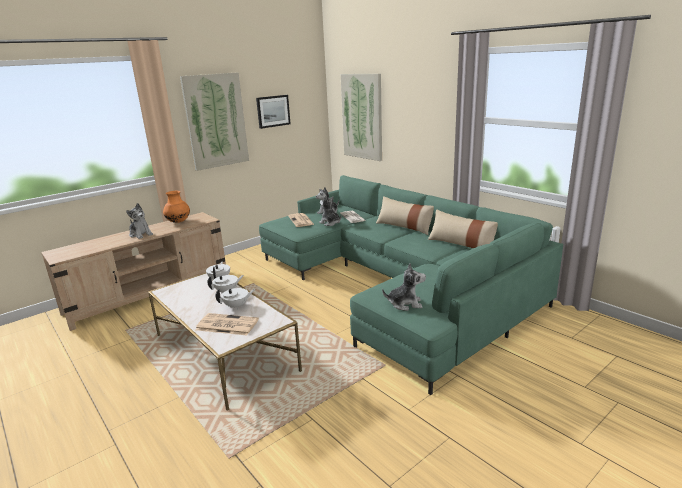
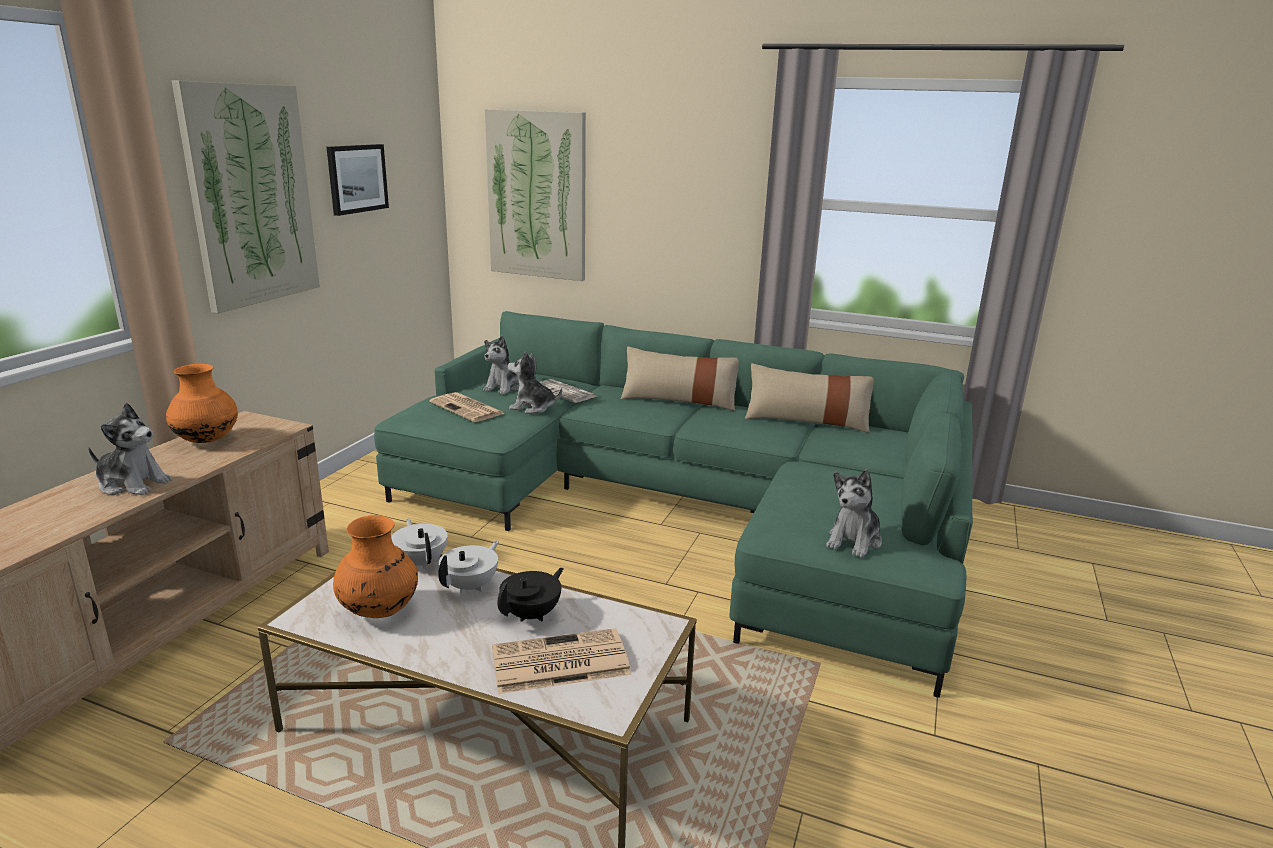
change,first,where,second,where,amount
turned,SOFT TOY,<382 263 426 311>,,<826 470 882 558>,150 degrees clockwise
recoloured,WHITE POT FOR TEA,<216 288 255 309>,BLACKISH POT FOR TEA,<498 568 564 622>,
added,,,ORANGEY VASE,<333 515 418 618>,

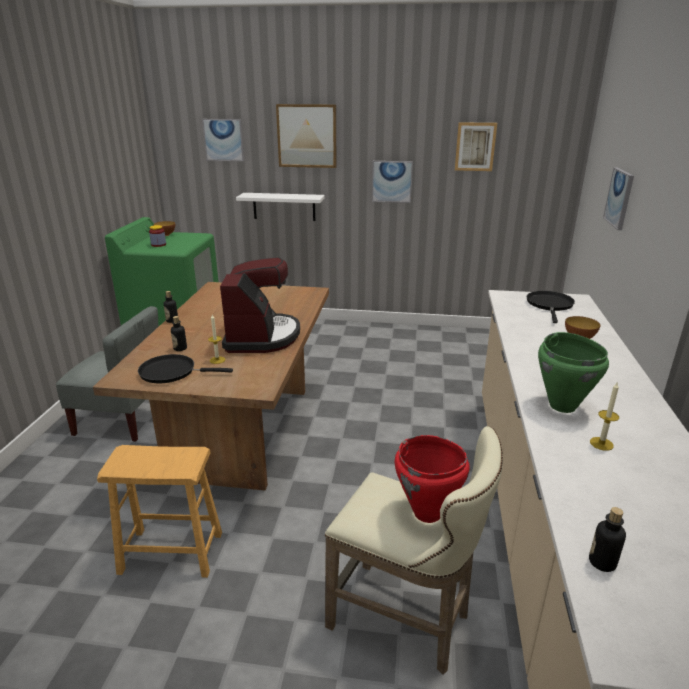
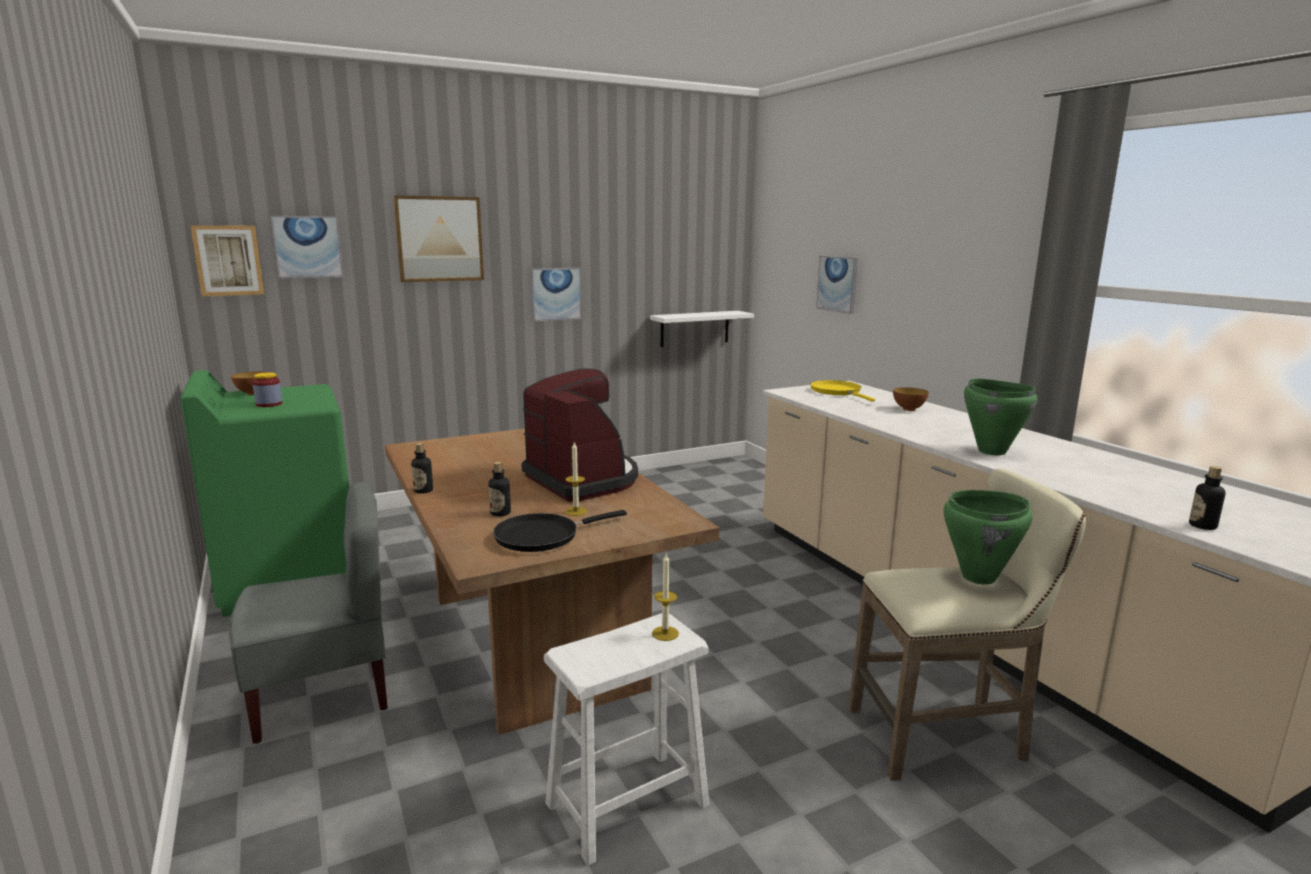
change,first,where,second,where,amount
moved,WALL PICTURE,<455 122 497 171>,,<190 225 264 296>,
moved,WHITE WALL SHELF,<236 193 325 221>,,<650 311 754 347>,
recoloured,BLACKISH SKILLET,<527 291 575 323>,YELLOWISH SKILLET,<810 380 875 402>,
moved,WAX CANDLE,<590 383 619 451>,,<652 554 679 641>,
recoloured,REDDISH STOCKPOT,<395 435 470 523>,GREEN STOCKPOT,<944 490 1033 585>,
recoloured,BROWN STOOL,<97 445 222 578>,WHITE STOOL,<544 613 709 865>,

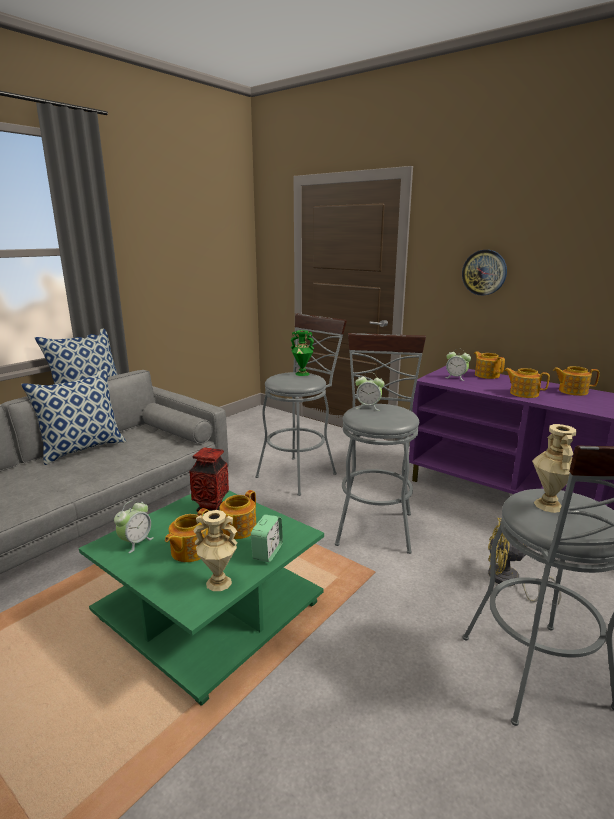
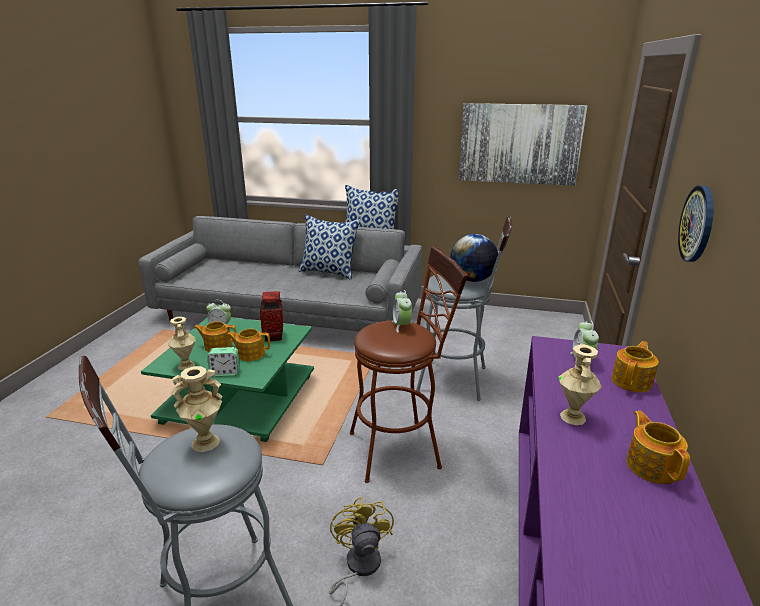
change,first,where,second,where,amount
replaced,GREEN VASE,<291 330 314 376>,WORLD GLOBE,<450 234 498 282>,
recoloured,GRAY STOOL,<335 333 426 554>,BROWN STOOL,<350 246 468 483>,
replaced,POT FOR TEA,<504 368 550 398>,BEIGE-COLOURED VASE,<559 344 602 425>,
added,,,WALL PICTURE,<459 103 587 186>,

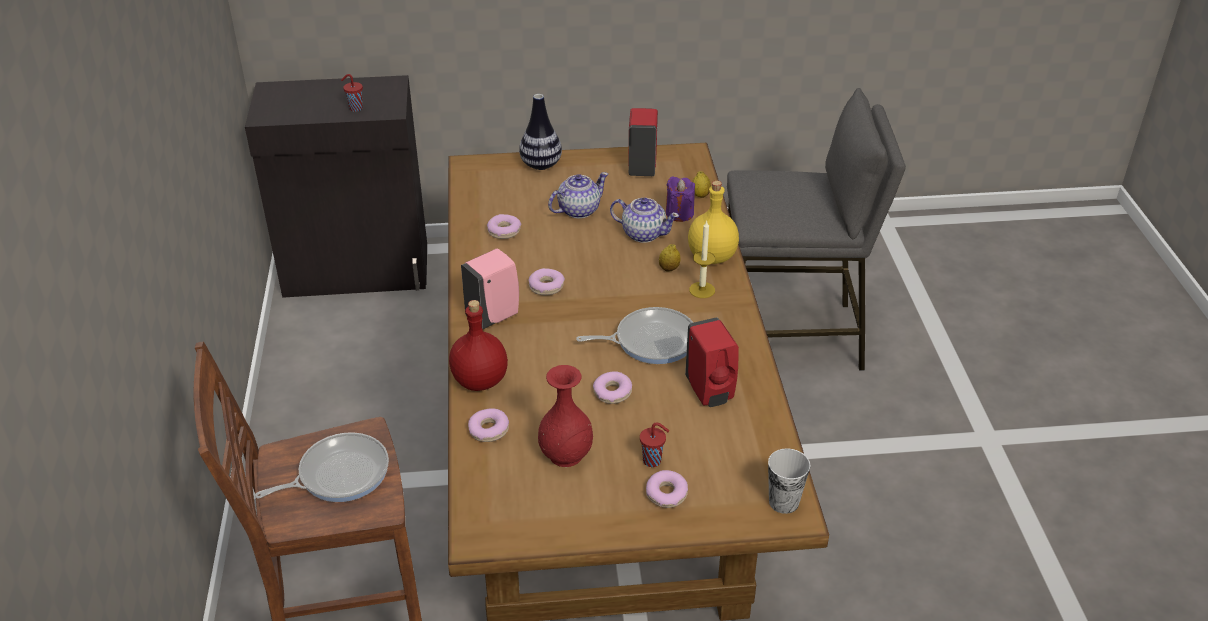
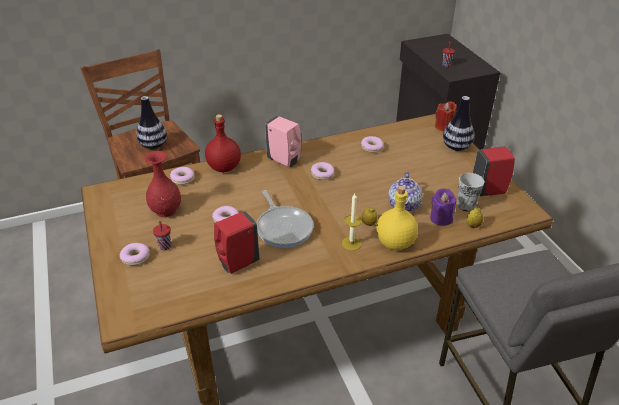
change,first,where,second,where,amount
removed,POT FOR TEA,<548 172 608 218>,,,
replaced,SKILLET,<255 432 389 502>,VASE,<136 96 167 149>,
moved,DRINKING CUP,<768 449 810 514>,,<457 173 484 212>,
added,,,REDDISH WAX CANDLE,<435 101 457 131>,

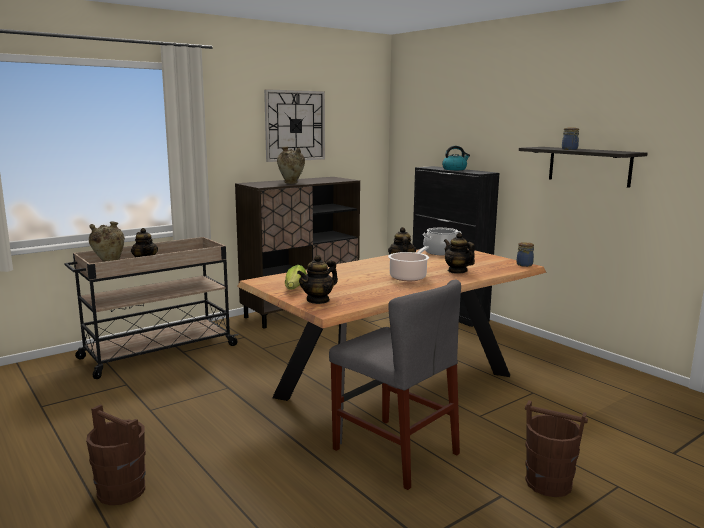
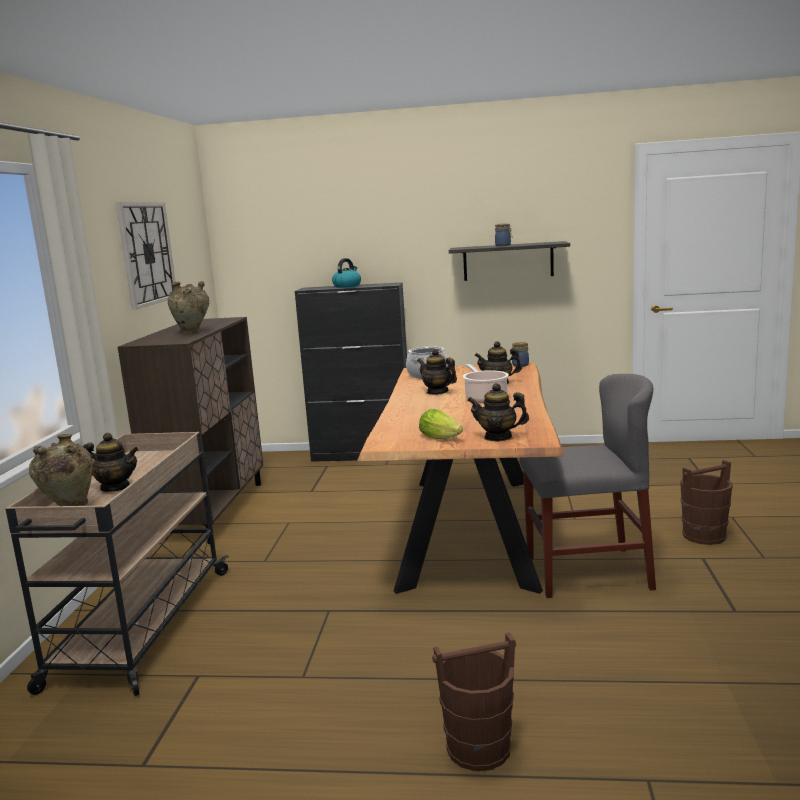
change,first,where,second,where,amount
turned,POT FOR TEA,<297 255 338 304>,,<467 383 529 441>,105 degrees clockwise

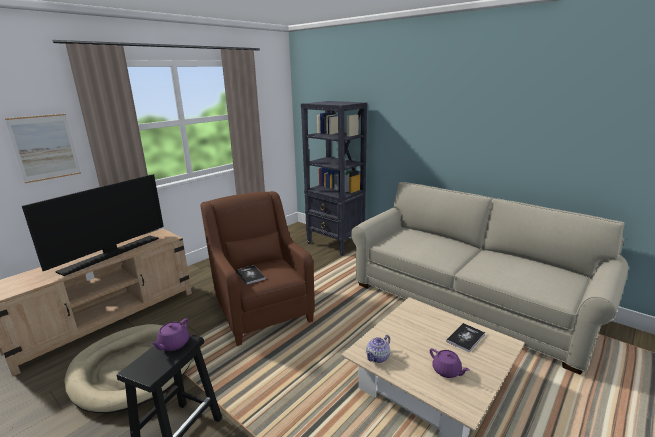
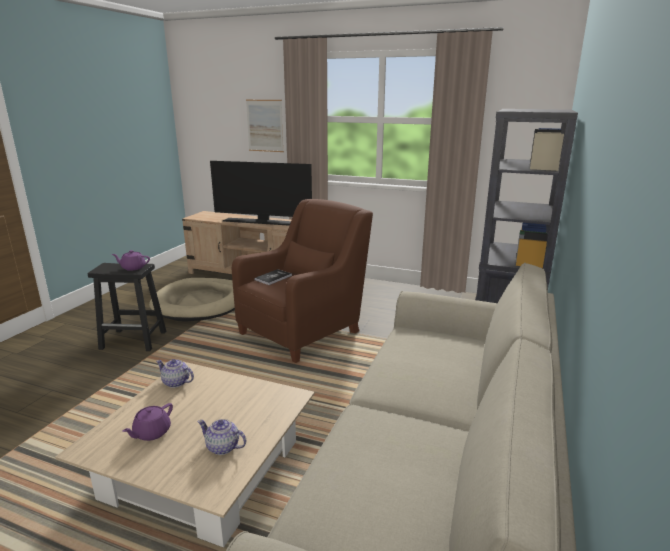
change,first,where,second,where,amount
replaced,BOUND BOOK,<446 323 485 352>,POT FOR TEA,<197 419 246 455>,

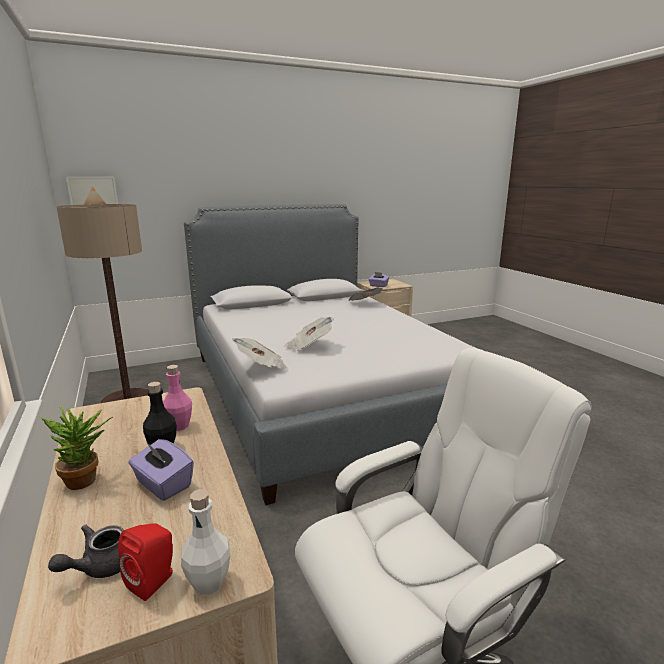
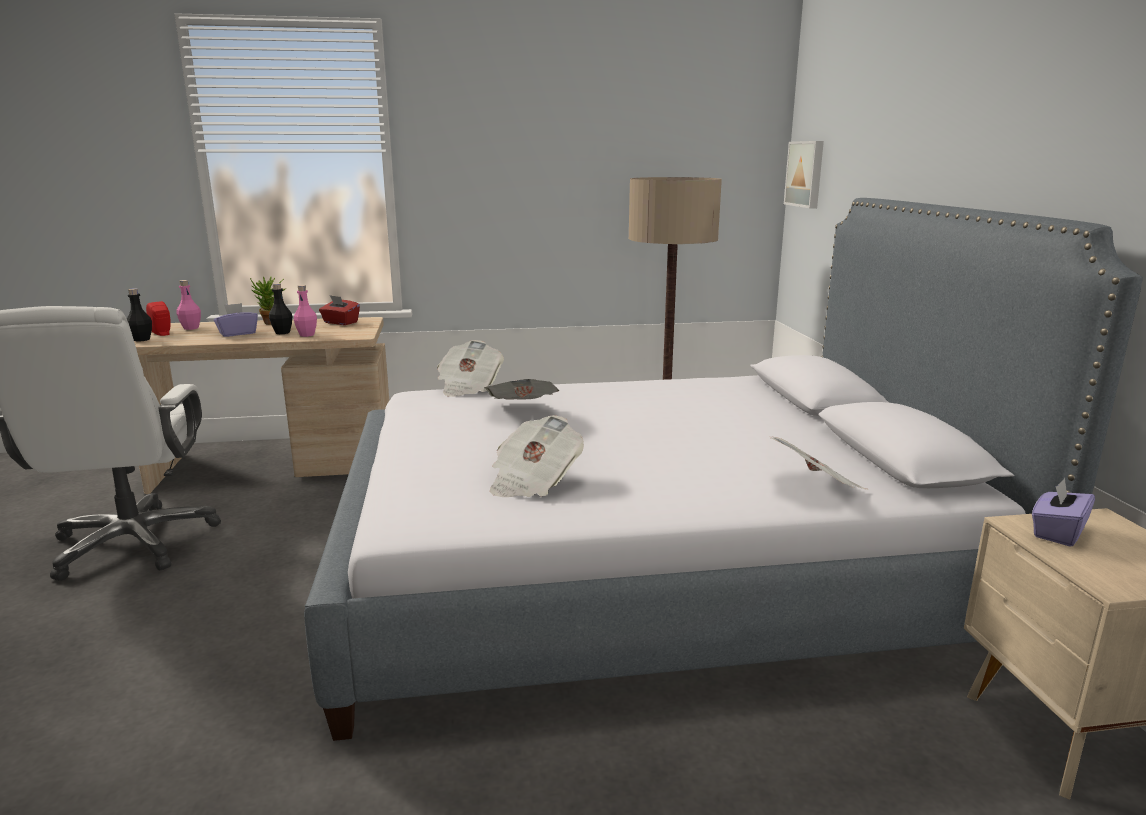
change,first,where,second,where,amount
recoloured,WHITE DRINK BOTTLE,<181 489 230 595>,BLACKISH DRINK BOTTLE,<127 288 152 341>,
replaced,GRAY POT FOR TEA,<48 524 124 578>,PINKISH DRINK BOTTLE,<176 280 201 330>,
added,,,REDDISH TISSUE HOLDER,<319 295 360 325>,
added,,,PRINTED PAPER,<490 415 584 497>,

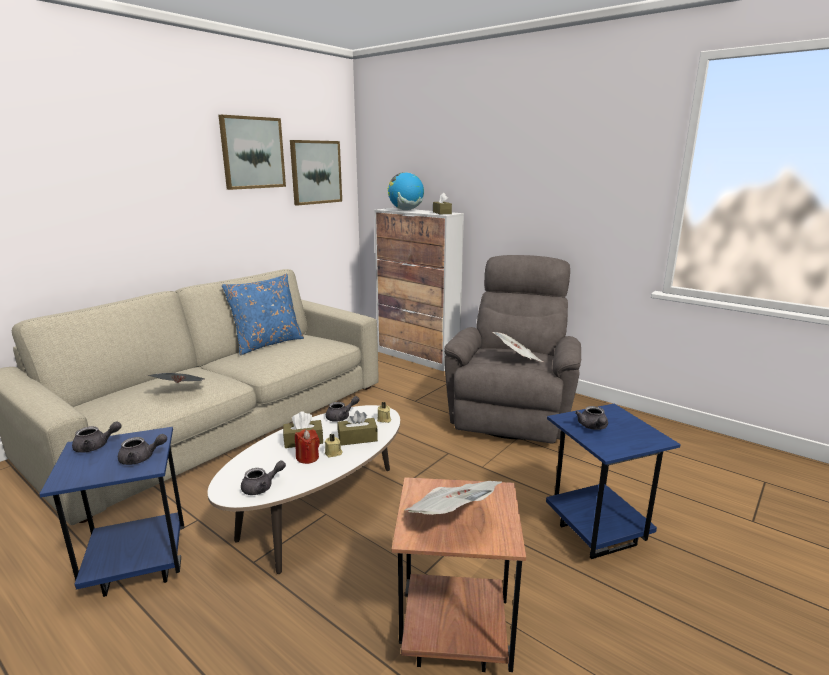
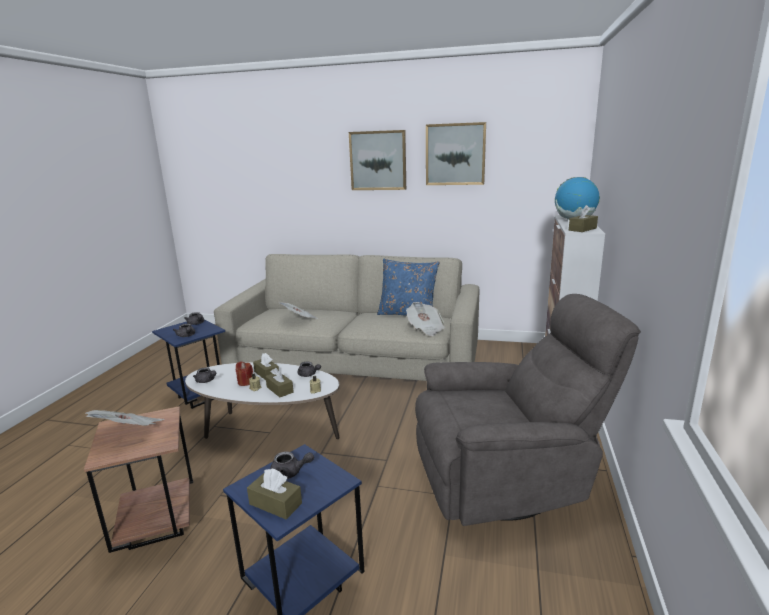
change,first,where,second,where,amount
moved,WALL PICTURE,<290 140 342 206>,,<349 130 406 190>,
moved,PRINTED PAPER,<493 332 543 362>,,<406 302 445 336>,
turned,GRAY POT FOR TEA,<575 406 608 430>,,<270 451 314 479>,150 degrees counterclockwise
added,,,BROWN TISSUE HOLDER,<247 468 302 519>,

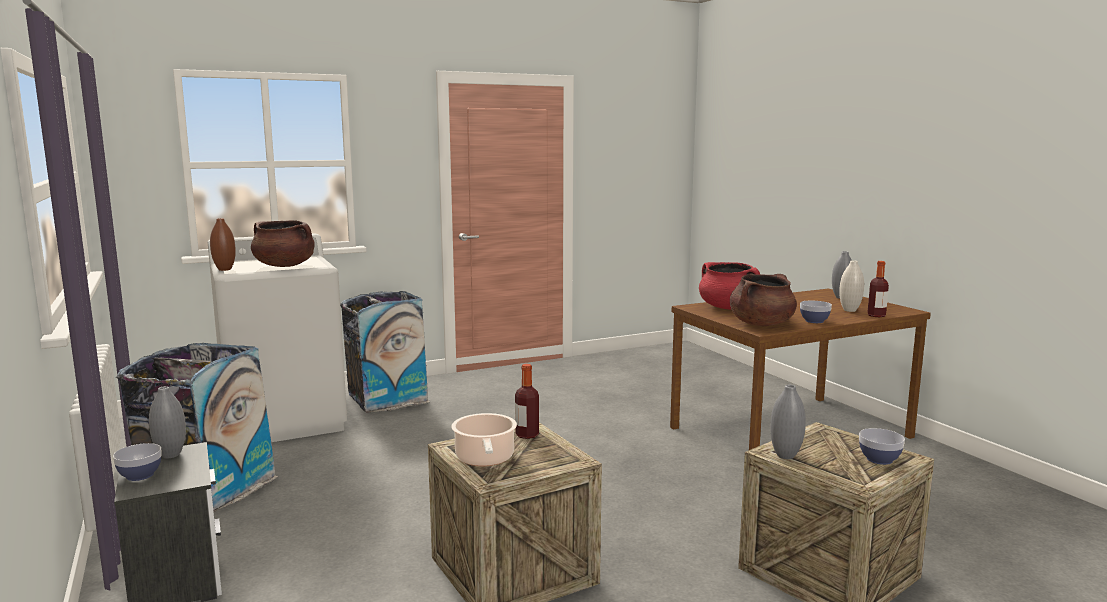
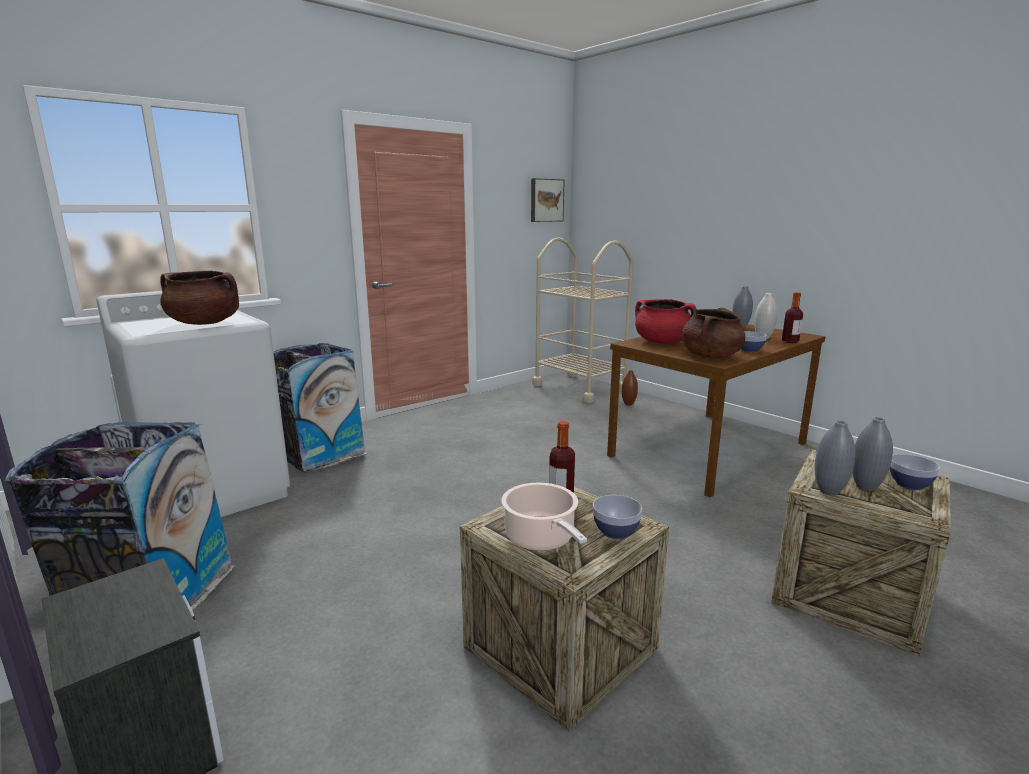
change,first,where,second,where,amount
moved,BROWN VASE,<210 218 236 271>,,<622 370 638 406>,
moved,GRAY VASE,<149 386 186 458>,,<852 417 893 491>,
moved,BOWL,<113 443 162 481>,,<593 495 642 539>,
added,,,WALL PICTURE,<531 178 565 222>,
added,,,BEIGE-COLOURED CART,<532 237 633 403>,

